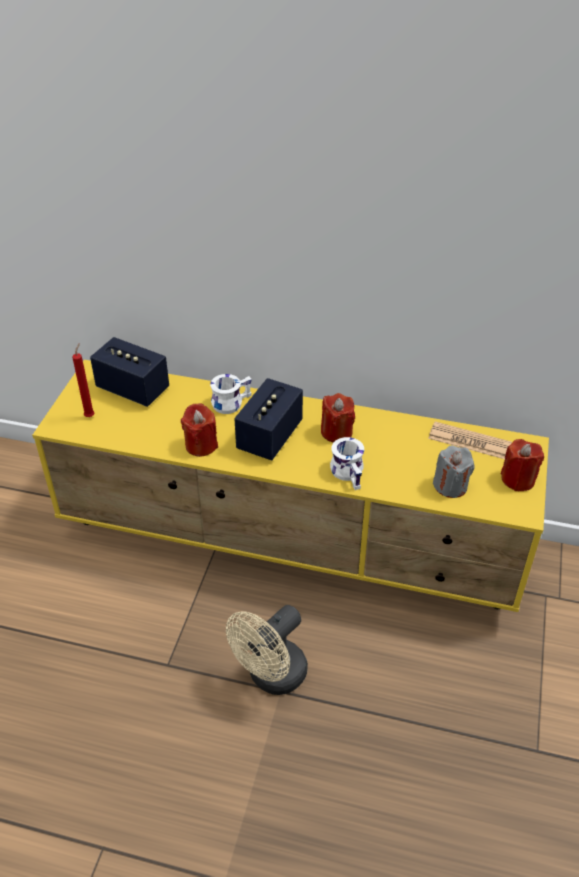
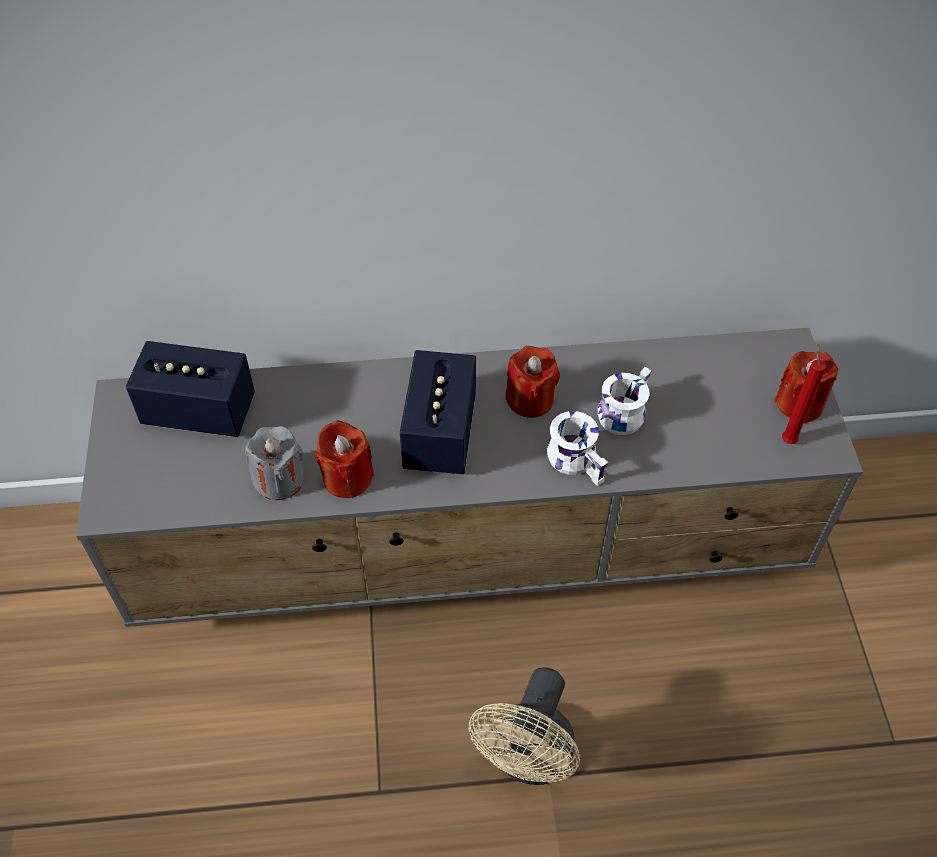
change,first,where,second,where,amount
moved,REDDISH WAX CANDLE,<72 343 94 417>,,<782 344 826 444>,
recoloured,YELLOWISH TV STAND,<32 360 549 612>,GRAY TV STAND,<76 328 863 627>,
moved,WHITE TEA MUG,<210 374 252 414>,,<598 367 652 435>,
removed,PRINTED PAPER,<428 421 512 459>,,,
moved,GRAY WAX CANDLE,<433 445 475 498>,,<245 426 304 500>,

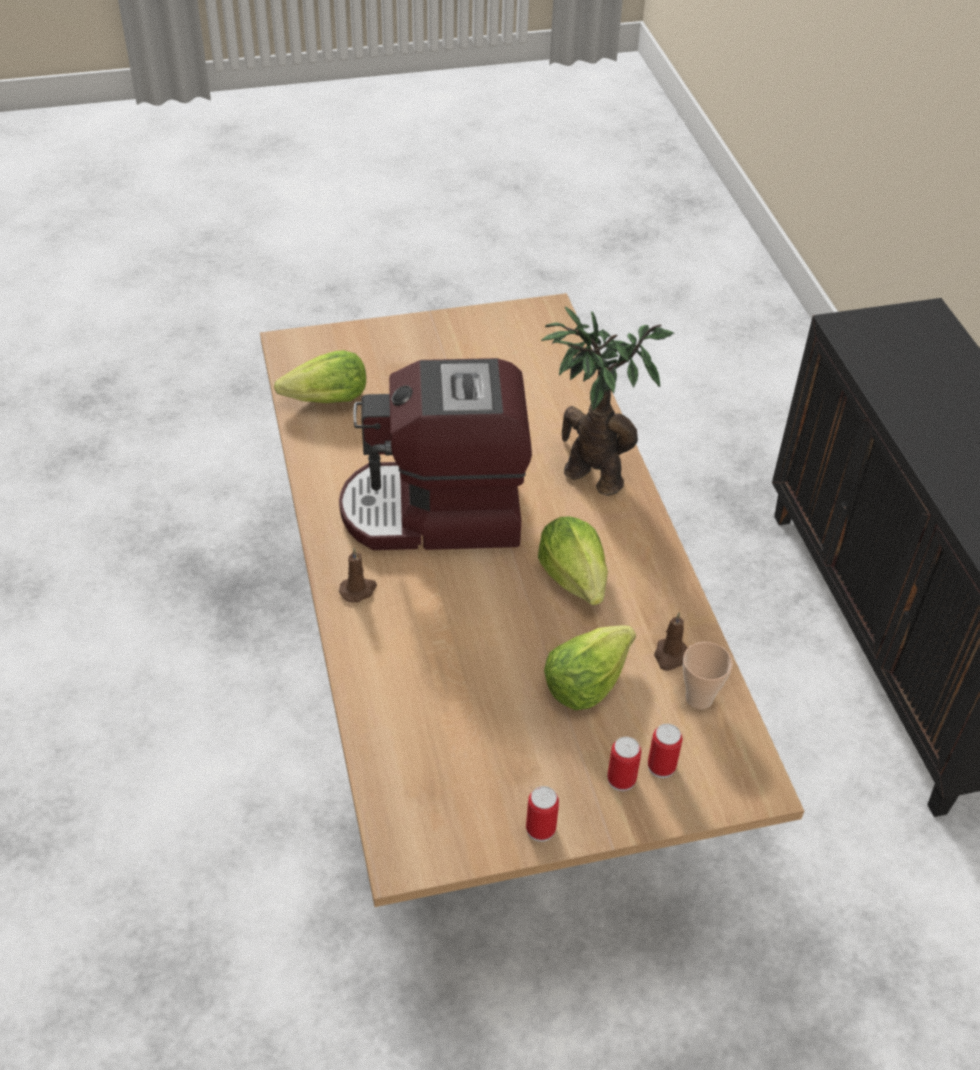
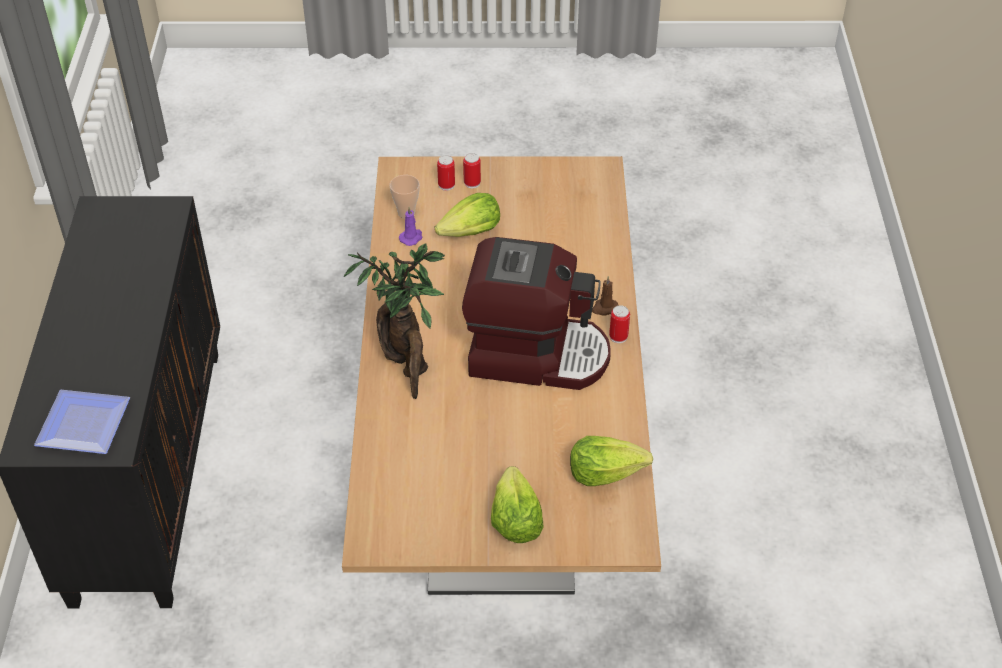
change,first,where,second,where,amount
moved,LETTUCE,<538 516 608 605>,,<491 466 544 543>,
recoloured,BROWN WAX CANDLE,<654 612 688 671>,PURPLE WAX CANDLE,<399 207 423 246>,
moved,CAN,<526 786 559 842>,,<609 305 630 343>,
added,,,DINNER PLATE,<34 390 130 454>,

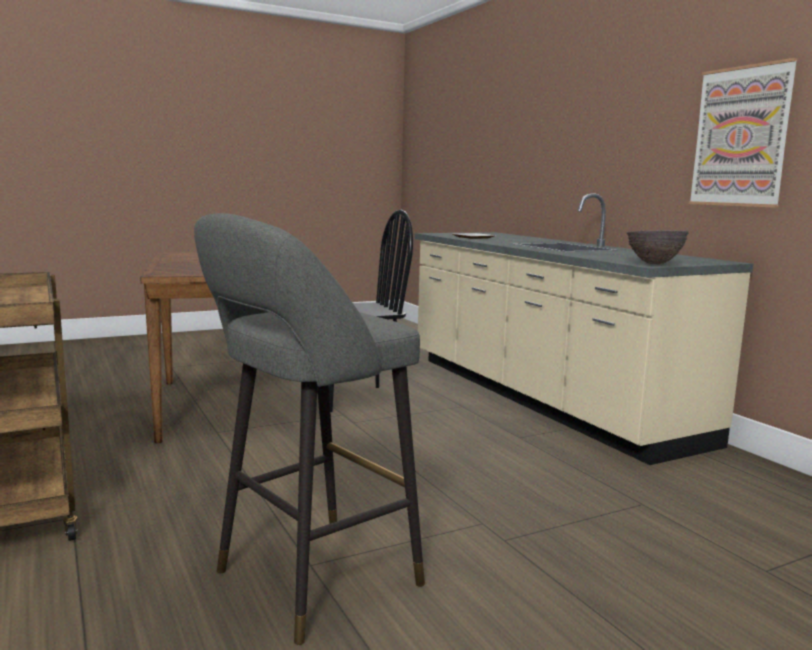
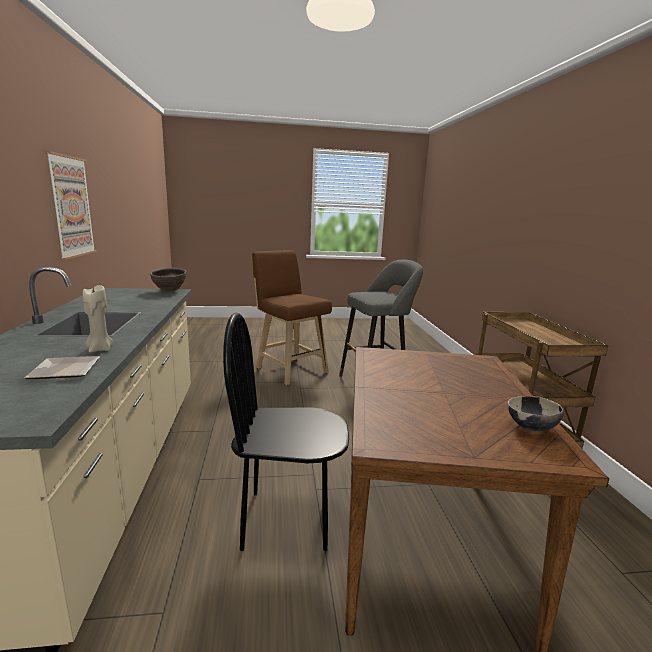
change,first,where,second,where,amount
added,,,BROWN STOOL,<252 250 332 385>,
added,,,BEIGE-COLOURED WAX CANDLE,<83 285 114 353>,
added,,,BOWL,<508 396 564 432>,

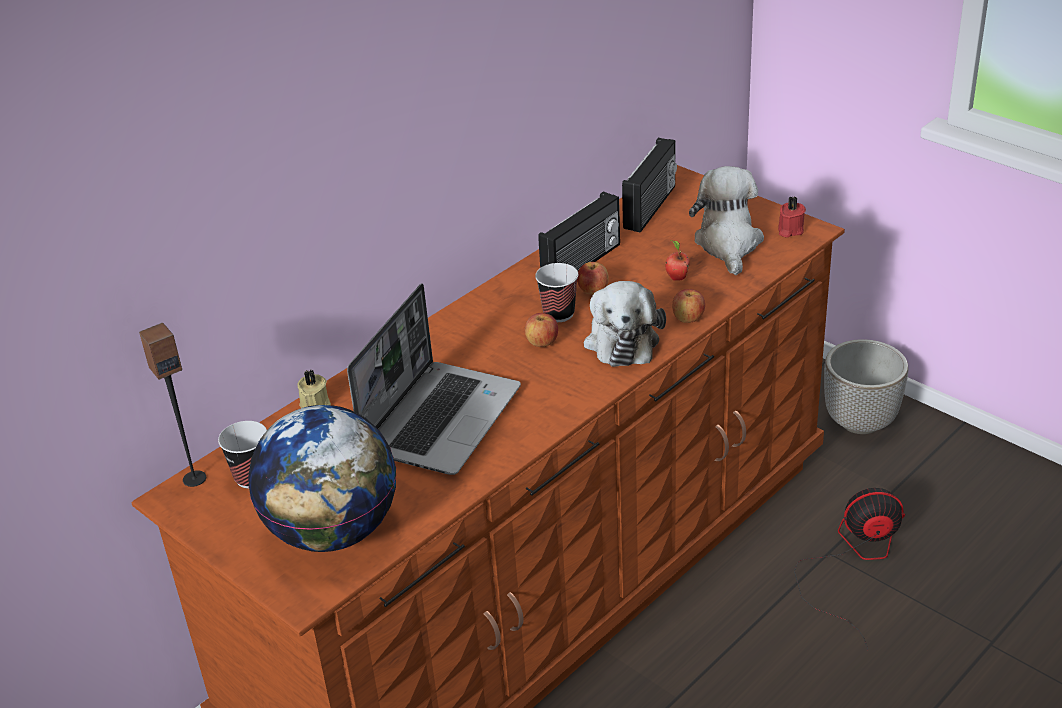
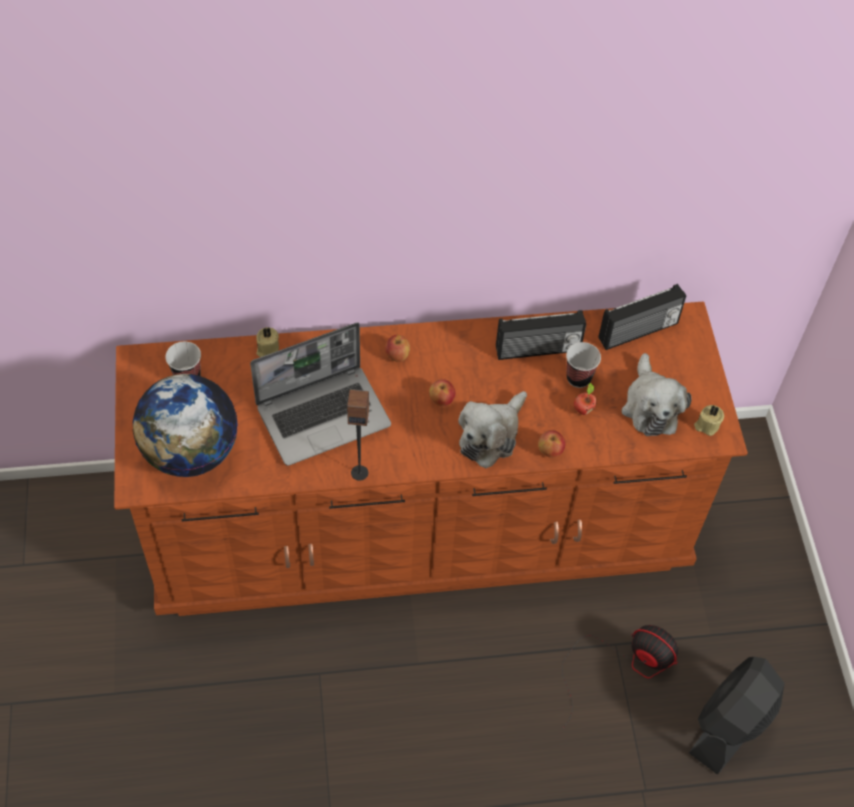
change,first,where,second,where,amount
turned,SOFT TOY,<689 166 764 275>,,<621 353 691 436>,135 degrees clockwise
recoloured,REDDISH WAX CANDLE,<778 196 806 238>,BEIGE-COLOURED WAX CANDLE,<694 405 724 436>,
moved,APPLE FRUIT,<577 262 609 295>,,<385 335 410 362>,
moved,DRINKING CUP,<535 263 578 322>,,<566 342 601 388>,
moved,SPEAKER,<139 323 206 487>,,<347 389 369 481>,
removed,FLOWER POT,<824 339 908 434>,,,
added,,,BLACKISH COOLING FAN,<689 657 785 775>,

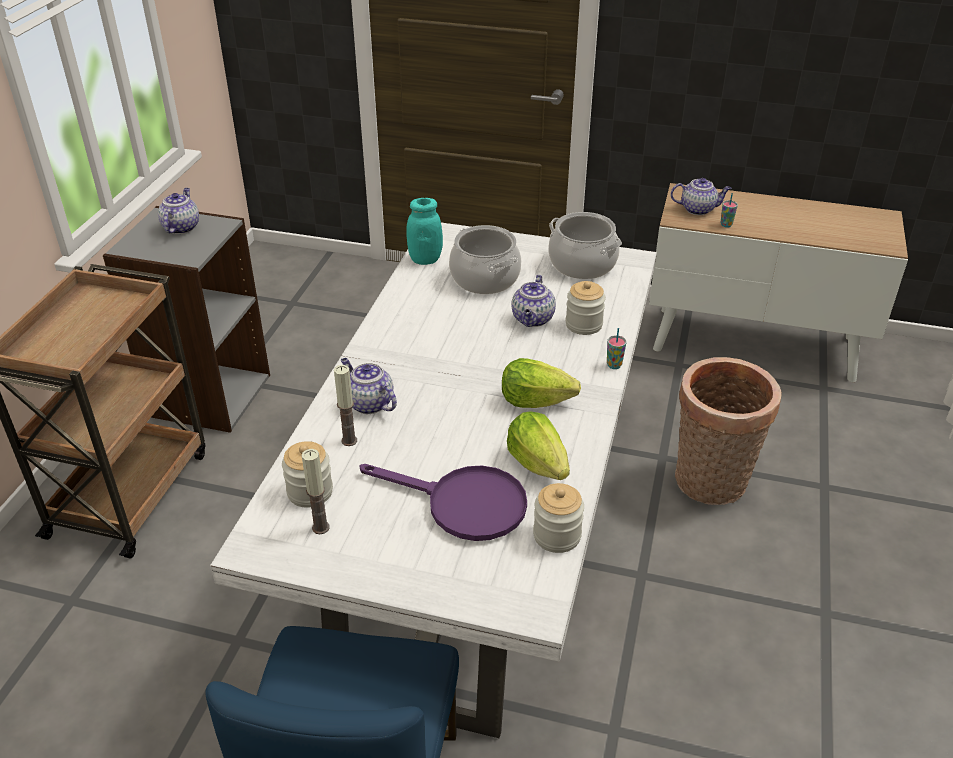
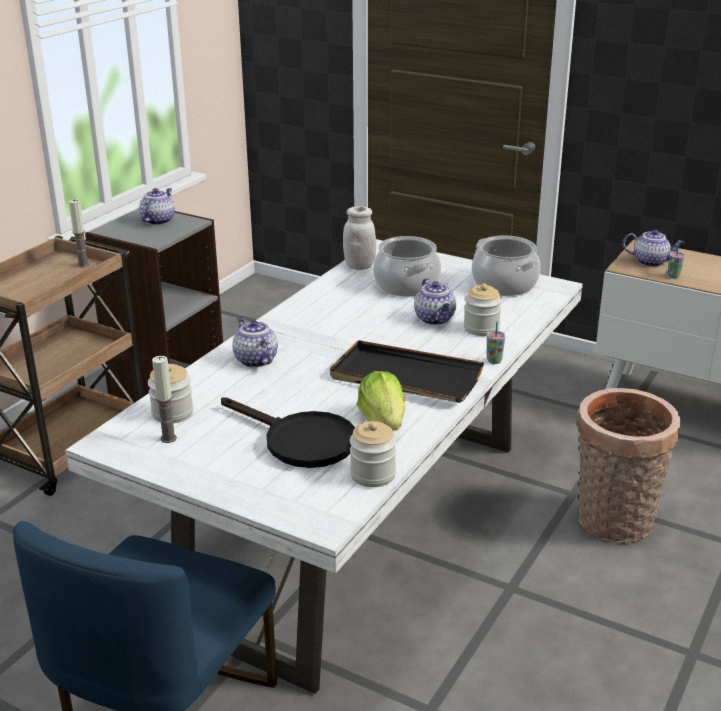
change,first,where,second,where,amount
recoloured,TURQUOISE STORAGE JAR,<406 198 443 265>,WHITE STORAGE JAR,<343 206 376 270>,
turned,POT FOR TEA,<511 275 556 327>,,<414 278 456 325>,45 degrees counterclockwise
replaced,LETTUCE,<502 358 581 408>,BLACKISH CARRYING TRAY,<330 340 484 403>,
moved,WAX CANDLE,<334 365 357 446>,,<69 199 90 268>,
recoloured,PURPLE SKILLET,<360 464 527 541>,BLACKISH SKILLET,<221 397 355 468>,

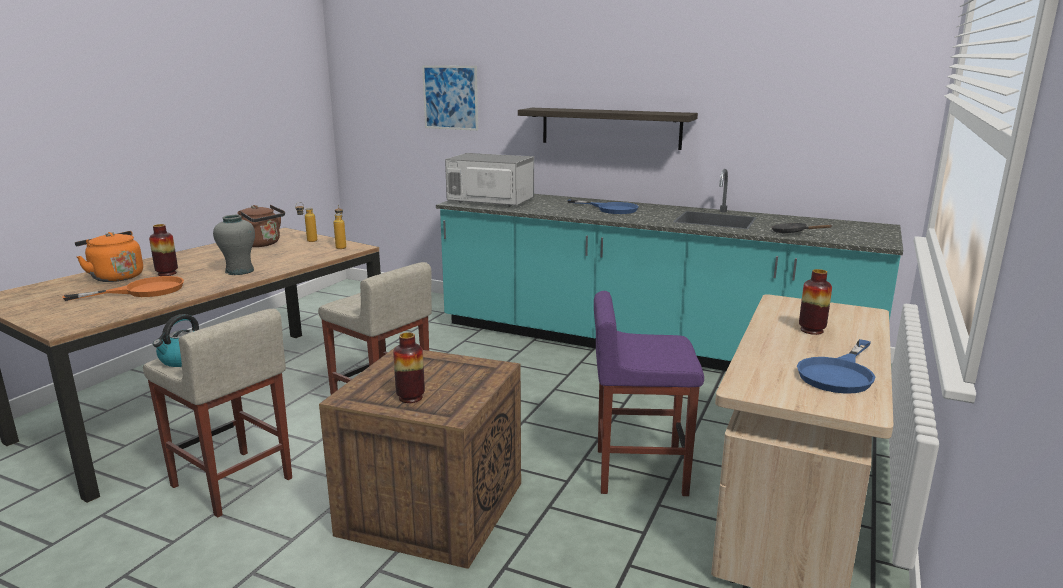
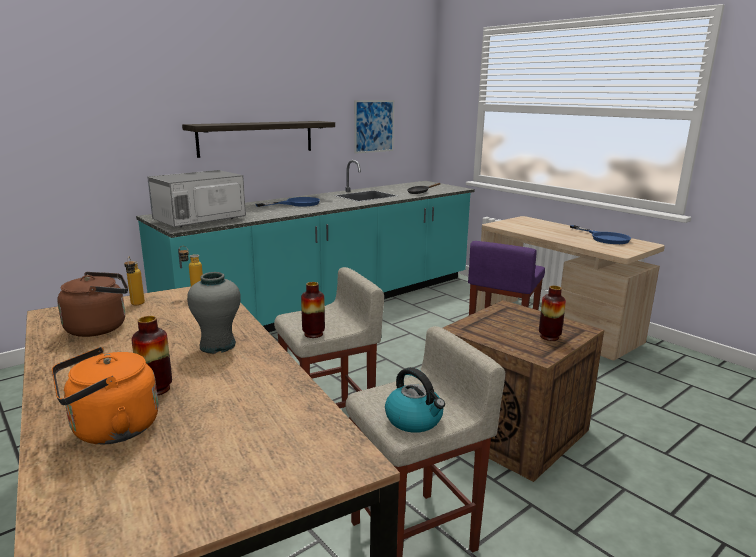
change,first,where,second,where,amount
moved,WALL PICTURE,<422 65 478 131>,,<354 100 394 154>,
moved,VASE,<799 269 832 335>,,<301 282 325 338>,
removed,ORANGEY SKILLET,<63 276 184 301>,,,

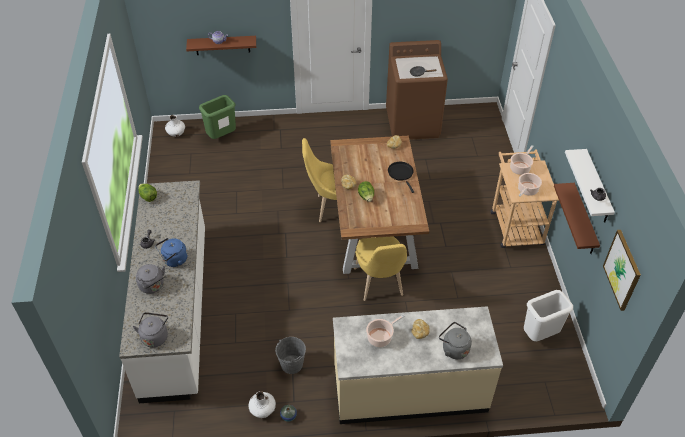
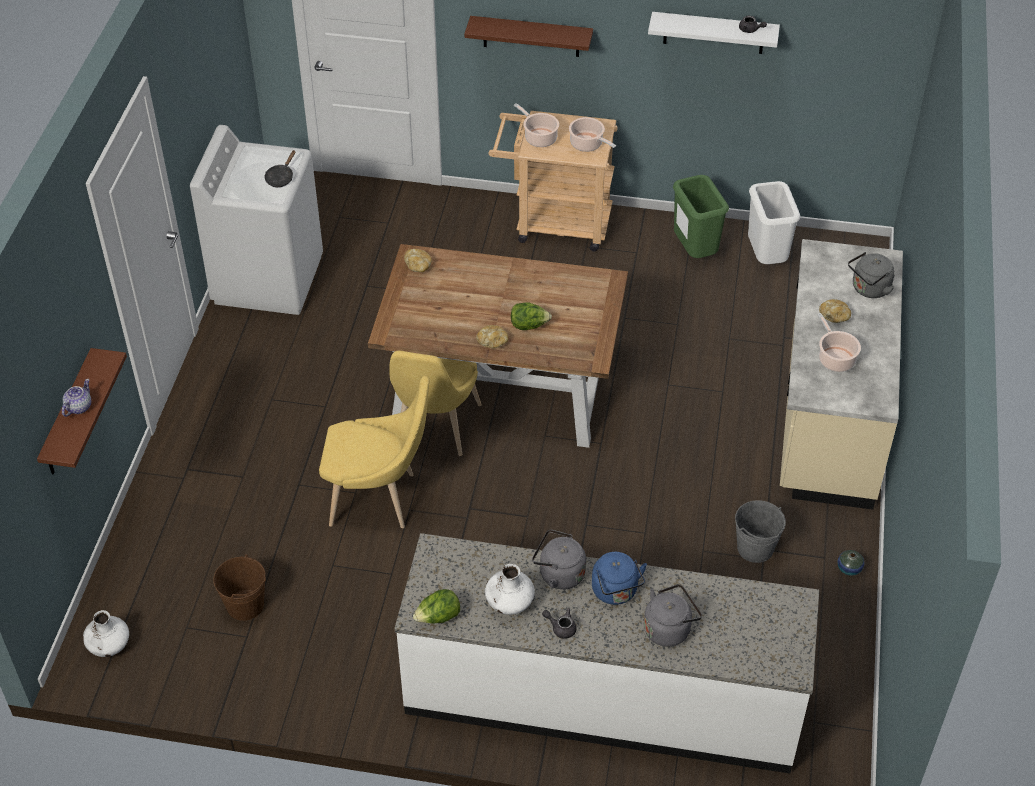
change,first,where,second,where,amount
recoloured,BROWN WASHING MACHINE,<386 40 448 140>,WHITE WASHING MACHINE,<190 125 323 315>,
moved,GREEN WASTE BIN,<199 95 236 139>,,<673 175 729 258>,
removed,BLACKISH SKILLET,<388 162 414 193>,,,
moved,BROWN WALL SHELF,<554 183 600 254>,,<464 16 593 57>,
removed,WALL PICTURE,<603 230 641 311>,,,
moved,YELLOWISH UPRIGHT CHAIR,<354 236 407 301>,,<319 376 430 528>,
moved,GRAY WATER KETTLE,<133 312 168 348>,,<532 530 586 590>,
moved,WHITE VASE,<249 391 276 418>,,<485 564 535 615>,
added,,,BROWN PAIL,<213 555 266 621>,

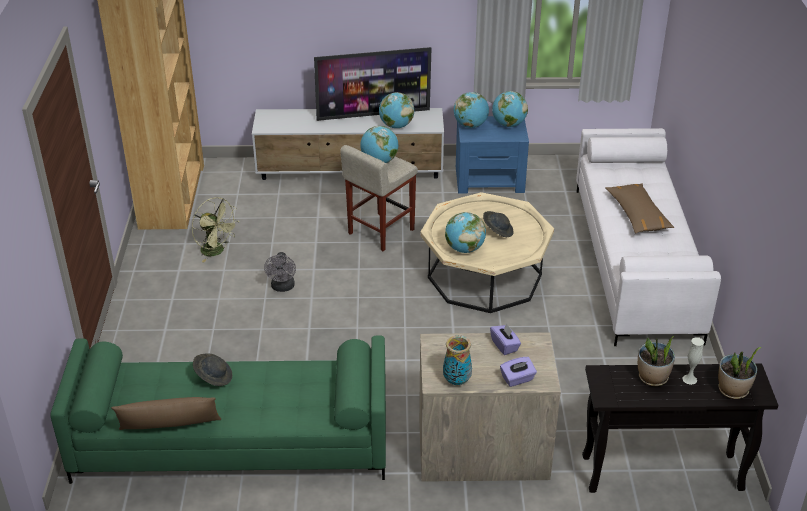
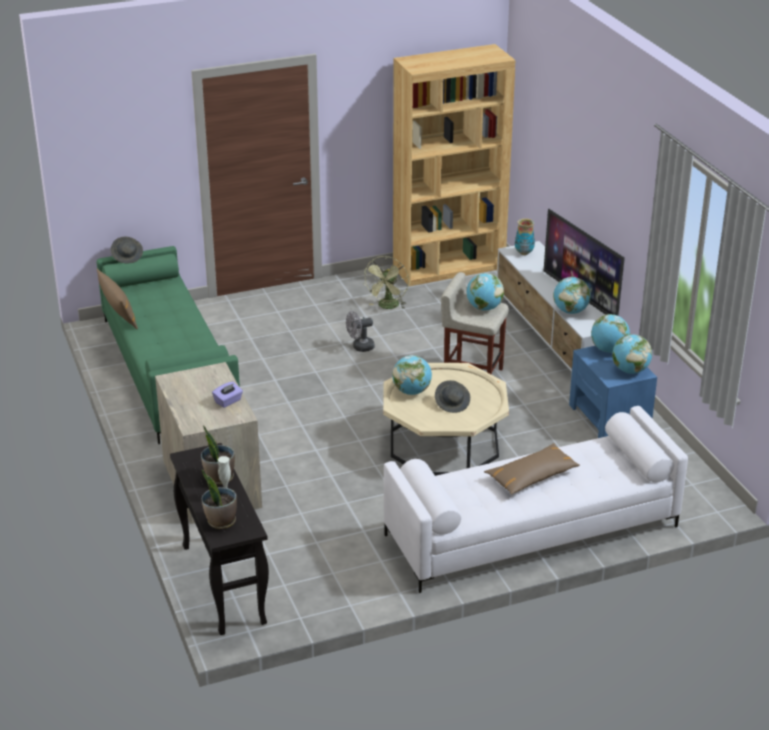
change,first,where,second,where,amount
moved,VASE,<443 335 472 385>,,<515 218 535 255>,
moved,GRAY HAT,<193 353 232 386>,,<111 237 143 264>,
removed,PURPLE TISSUE HOLDER,<500 357 537 387>,,,

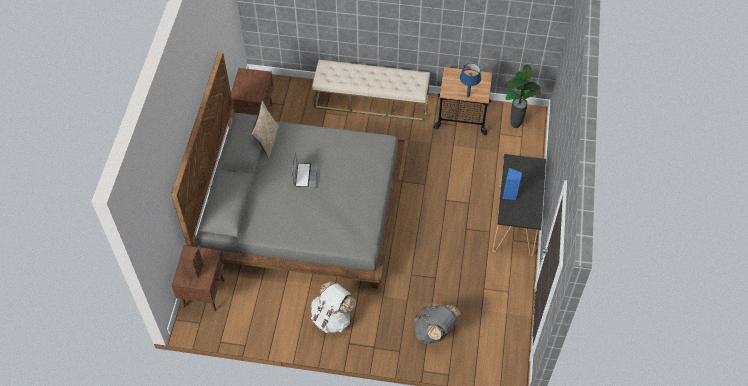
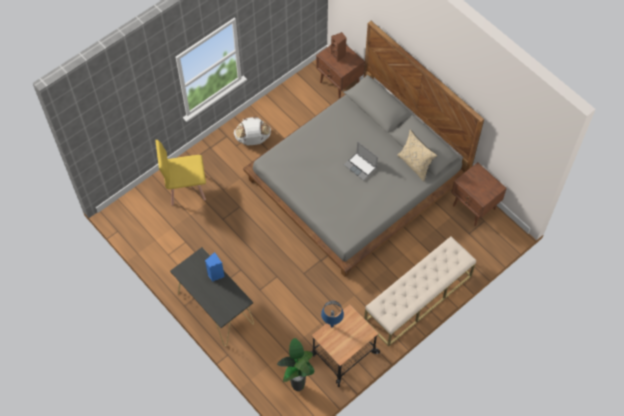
change,first,where,second,where,amount
replaced,GRAY RUCKSACK,<414 305 461 344>,YELLOWISH UPRIGHT CHAIR,<155 140 206 206>,

